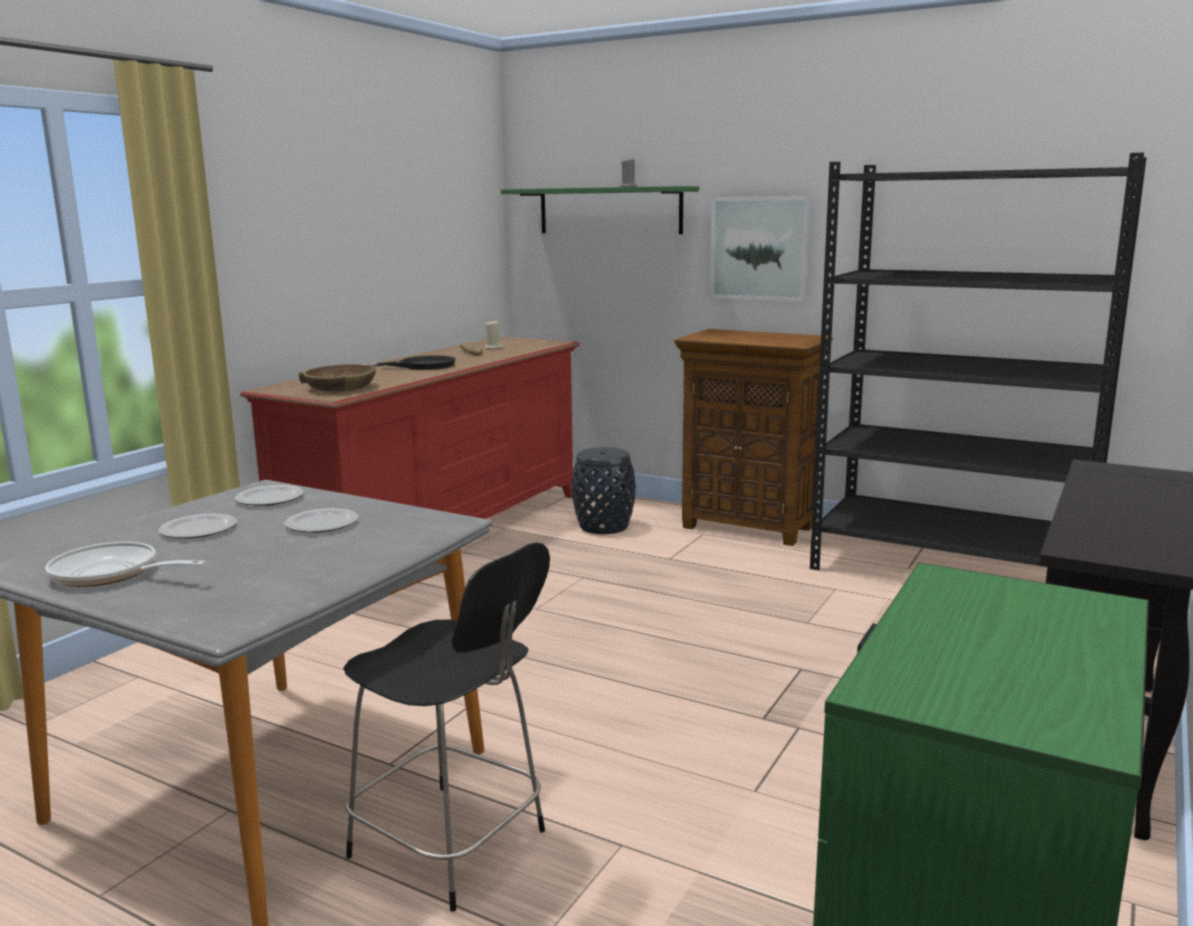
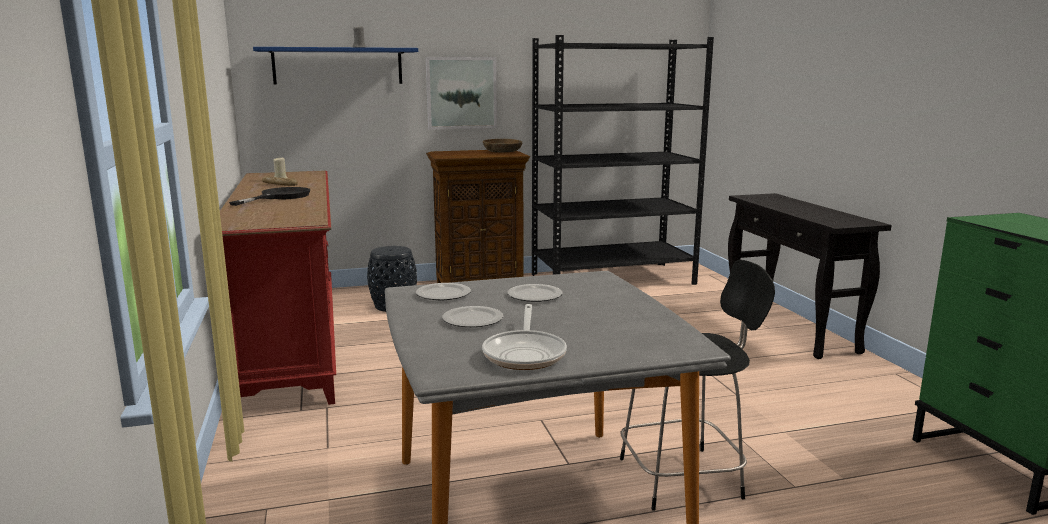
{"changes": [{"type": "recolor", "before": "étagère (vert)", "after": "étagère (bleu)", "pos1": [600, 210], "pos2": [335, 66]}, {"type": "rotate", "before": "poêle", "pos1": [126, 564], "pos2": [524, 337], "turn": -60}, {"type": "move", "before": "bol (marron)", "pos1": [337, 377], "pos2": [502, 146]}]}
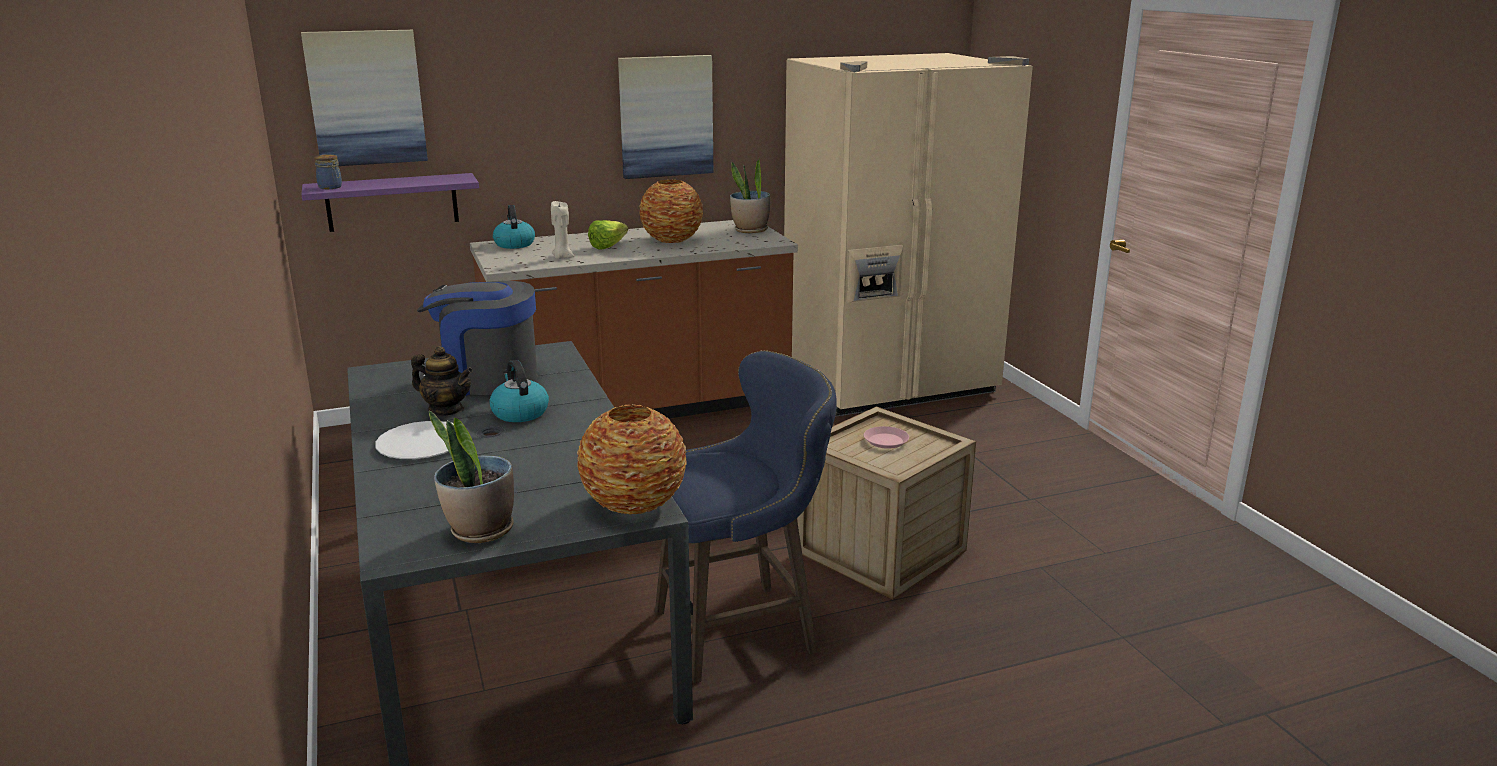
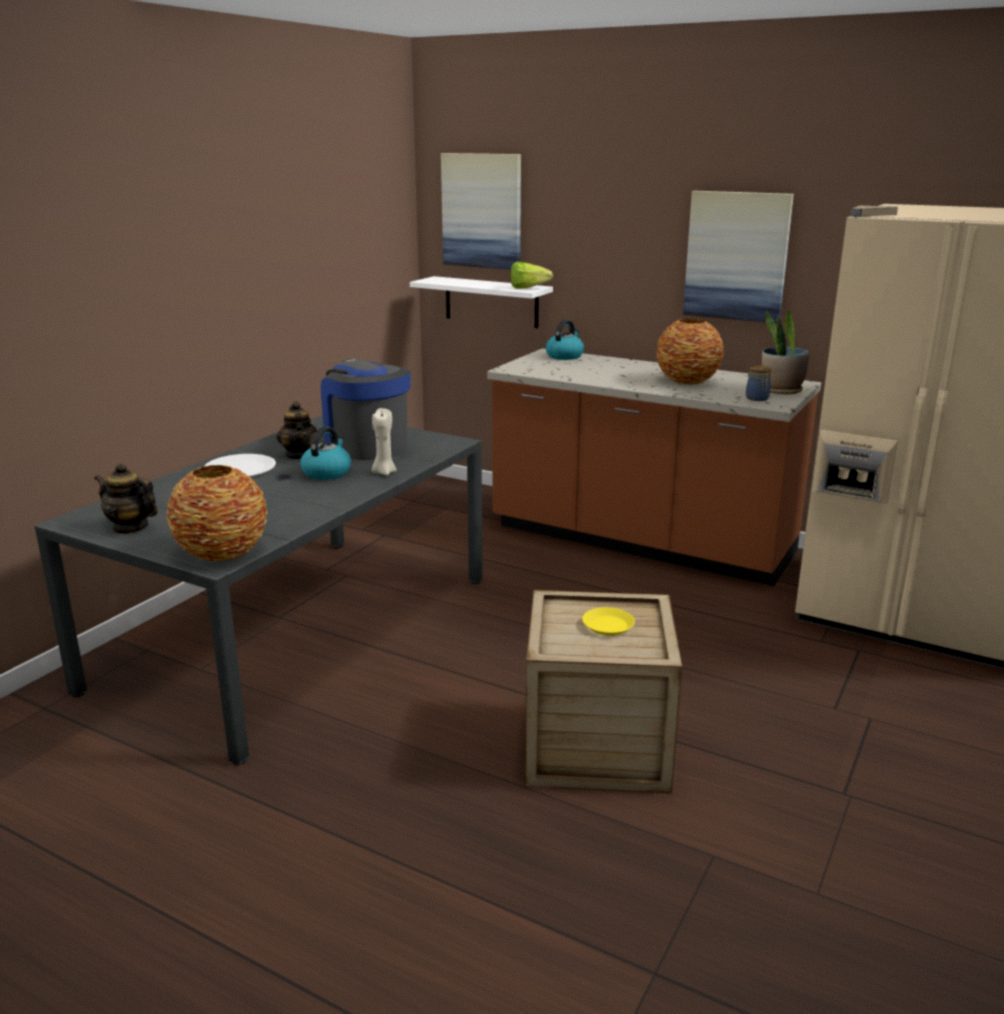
{"changes": [{"type": "replace", "before": "plante en pot", "after": "théière", "pos1": [471, 476], "pos2": [126, 499]}, {"type": "move", "before": "bougie (beige)", "pos1": [562, 230], "pos2": [384, 441]}, {"type": "recolor", "before": "étagère (violet)", "after": "étagère (blanc)", "pos1": [390, 202], "pos2": [481, 302]}, {"type": "move", "before": "laitue", "pos1": [608, 235], "pos2": [532, 275]}, {"type": "recolor", "before": "assiette (rose)", "after": "assiette (jaune)", "pos1": [886, 437], "pos2": [608, 621]}, {"type": "move", "before": "bocal", "pos1": [328, 171], "pos2": [759, 383]}, {"type": "delete", "before": "tabouret (bleu)", "pos1": [746, 516]}]}
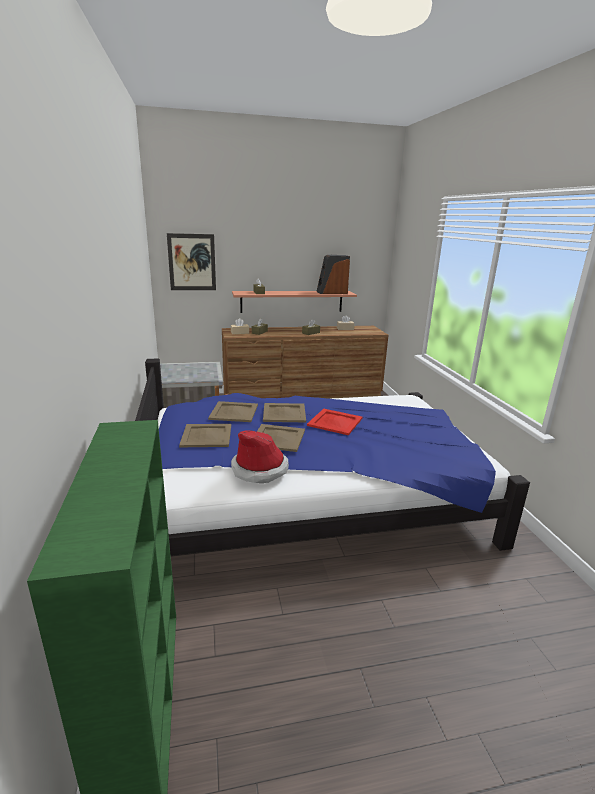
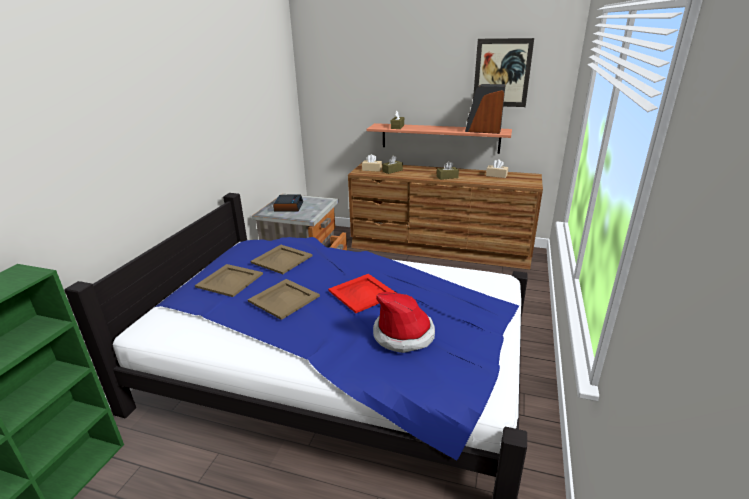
{"changes": [{"type": "insert", "after": "réveil", "pos2": [288, 203]}, {"type": "move", "before": "chapeau", "pos1": [260, 457], "pos2": [404, 322]}, {"type": "move", "before": "tableau", "pos1": [191, 261], "pos2": [503, 72]}, {"type": "delete", "before": "plateau (beige)", "pos1": [284, 412]}]}
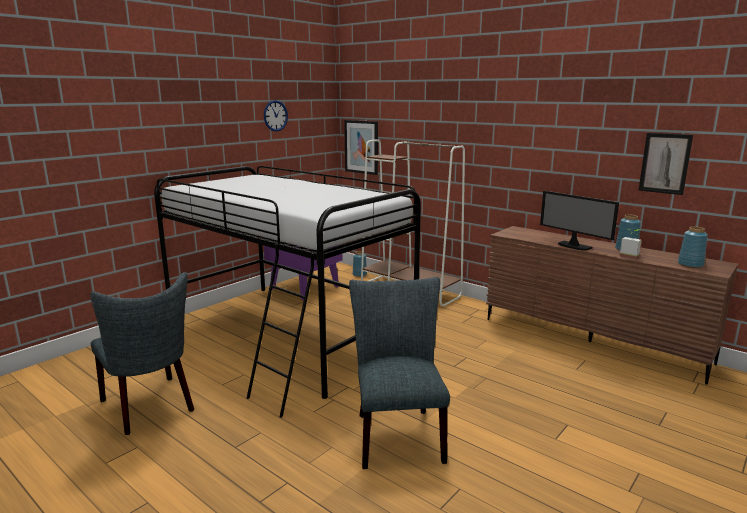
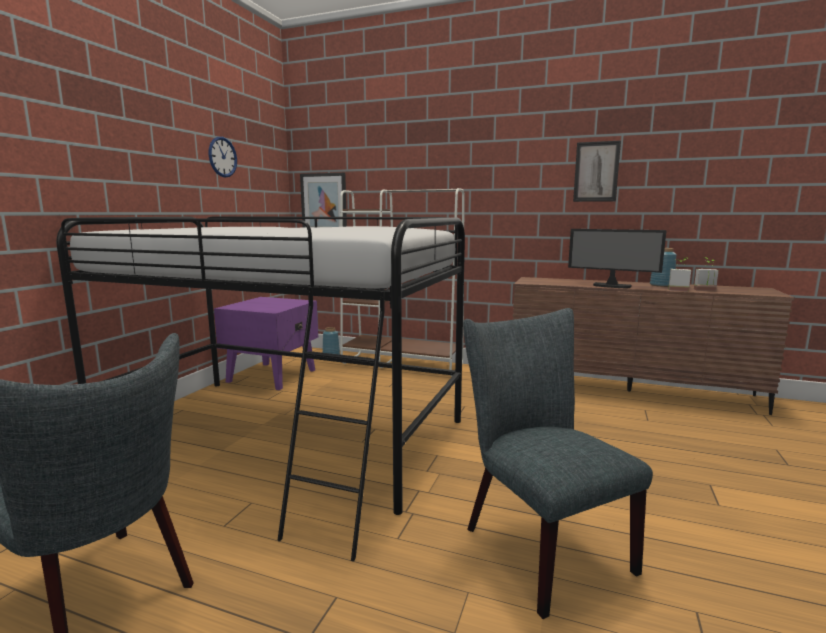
{"changes": [{"type": "move", "before": "tableau", "pos1": [666, 164], "pos2": [597, 171]}, {"type": "insert", "after": "plante en pot", "pos2": [706, 274]}, {"type": "delete", "before": "vase (bleu)", "pos1": [693, 247]}]}
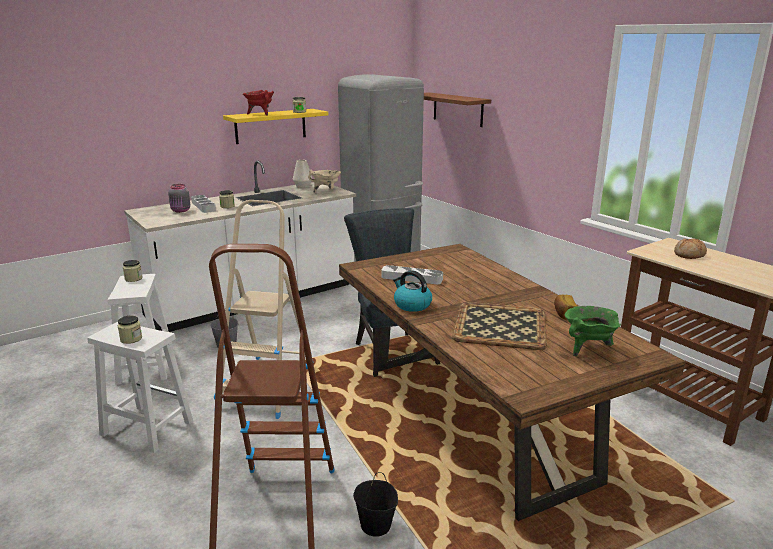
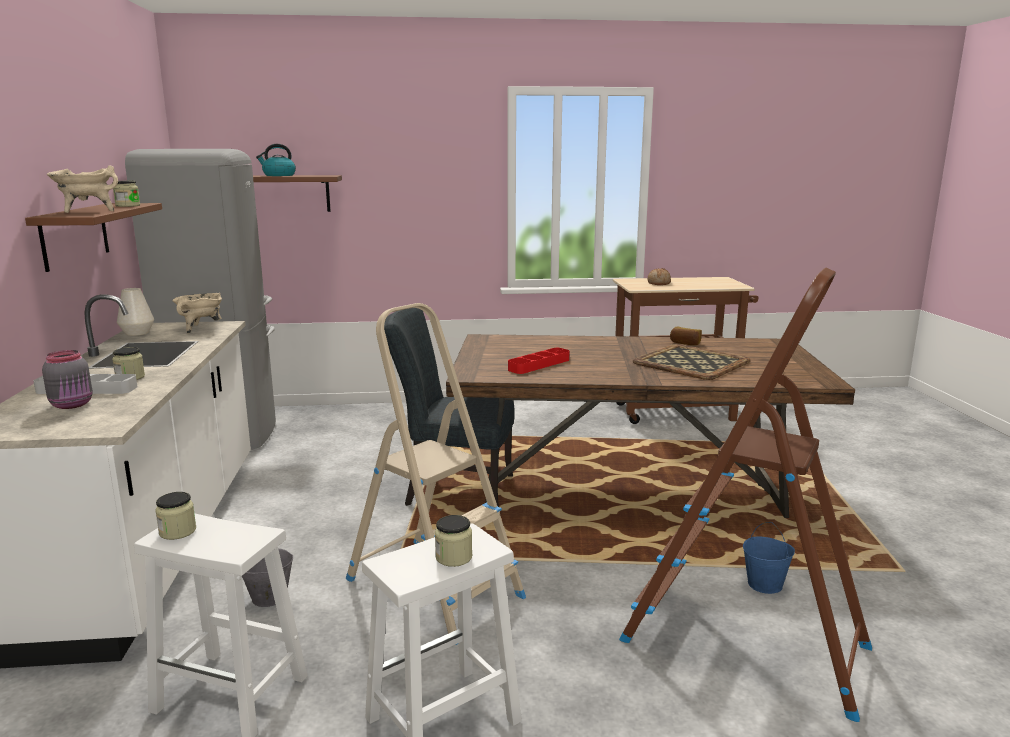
{"changes": [{"type": "recolor", "before": "étagère (jaune)", "after": "étagère (marron)", "pos1": [275, 126], "pos2": [93, 237]}, {"type": "recolor", "before": "marmite (rouge)", "after": "marmite (beige)", "pos1": [258, 103], "pos2": [82, 189]}, {"type": "move", "before": "bouilloire", "pos1": [412, 291], "pos2": [276, 160]}, {"type": "recolor", "before": "plateau (gris)", "after": "plateau (rouge)", "pos1": [412, 274], "pos2": [538, 361]}, {"type": "recolor", "before": "seau (noir)", "after": "seau (bleu)", "pos1": [375, 504], "pos2": [769, 558]}, {"type": "delete", "before": "marmite (vert)", "pos1": [593, 331]}]}
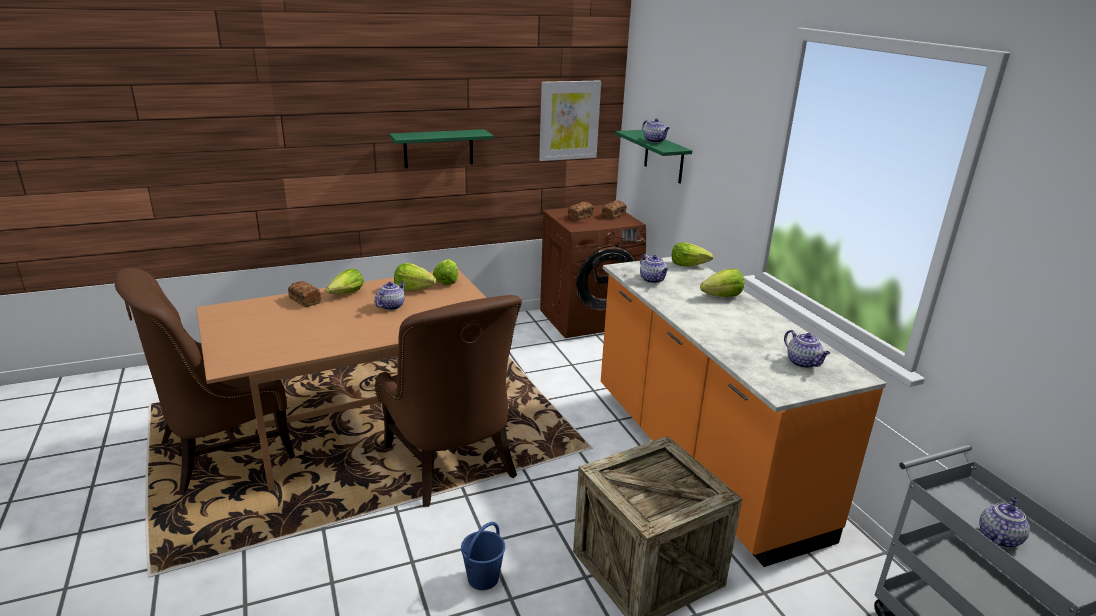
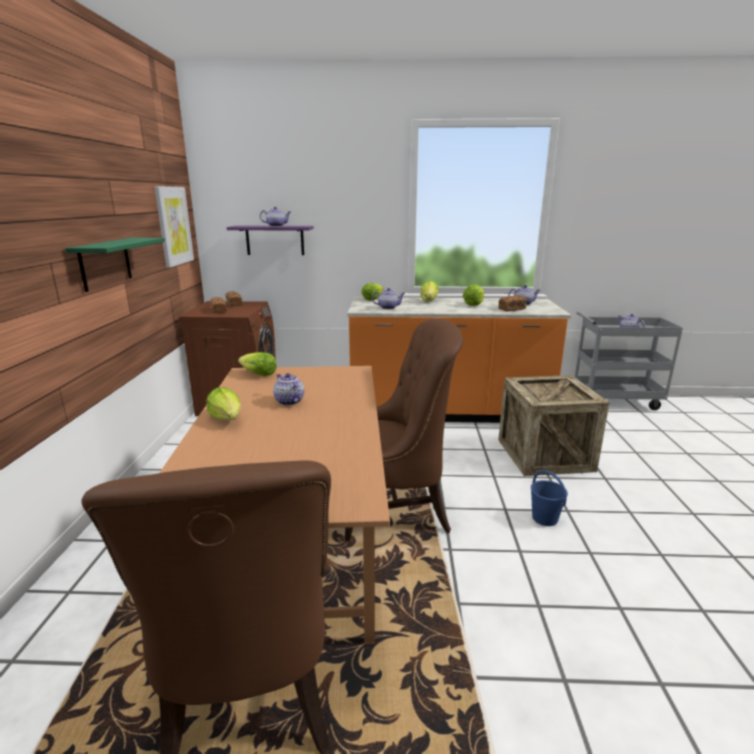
{"changes": [{"type": "recolor", "before": "étagère (vert)", "after": "étagère (violet)", "pos1": [653, 157], "pos2": [270, 240]}, {"type": "move", "before": "laitue", "pos1": [415, 277], "pos2": [473, 295]}, {"type": "move", "before": "pain", "pos1": [304, 294], "pos2": [512, 303]}]}
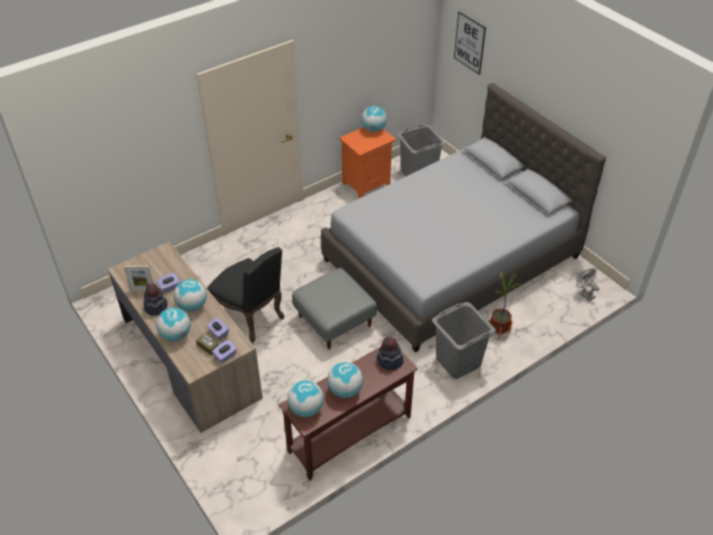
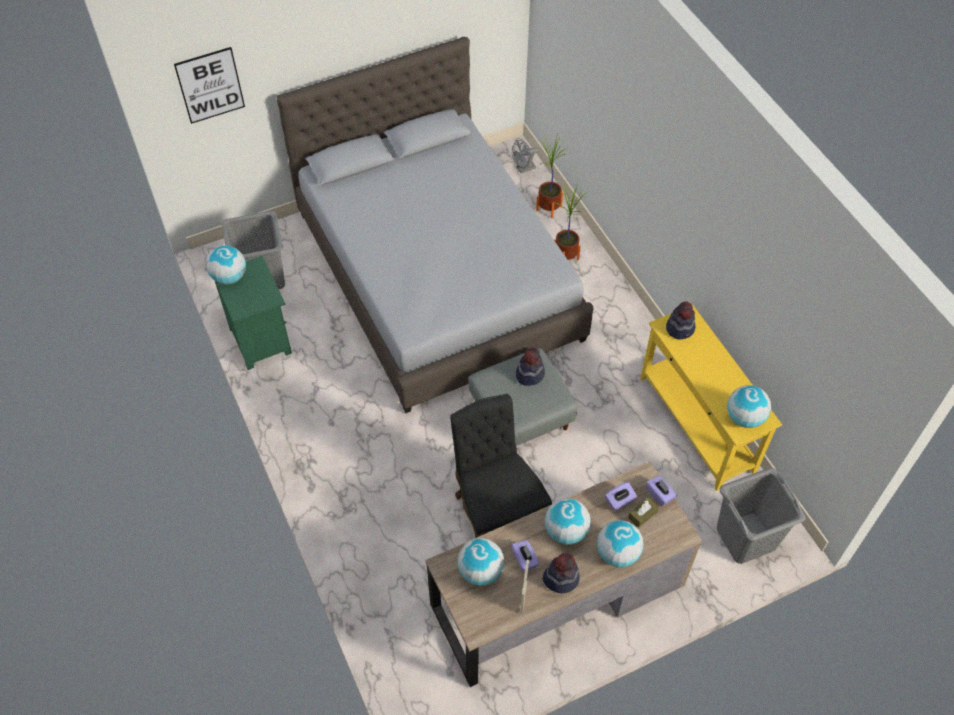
{"changes": [{"type": "recolor", "before": "table de chevet (orange)", "after": "table de chevet (vert)", "pos1": [367, 162], "pos2": [253, 313]}, {"type": "rotate", "before": "chaise (noir)", "pos1": [245, 295], "pos2": [501, 466], "turn": -75}, {"type": "move", "before": "globe", "pos1": [345, 380], "pos2": [481, 562]}, {"type": "insert", "after": "chapeau", "pos2": [530, 366]}, {"type": "insert", "after": "plante en pot", "pos2": [552, 175]}, {"type": "recolor", "before": "table console (marron)", "after": "table console (jaune)", "pos1": [348, 413], "pos2": [711, 398]}, {"type": "move", "before": "panier à linge (gris)", "pos1": [464, 340], "pos2": [761, 515]}]}
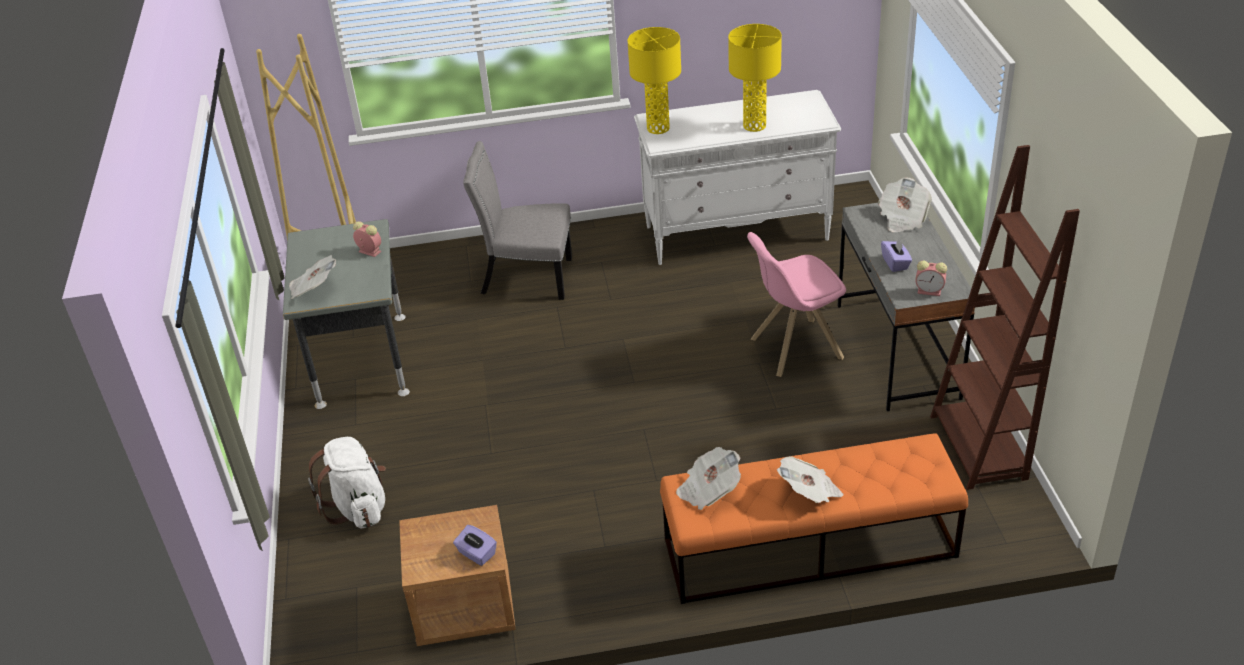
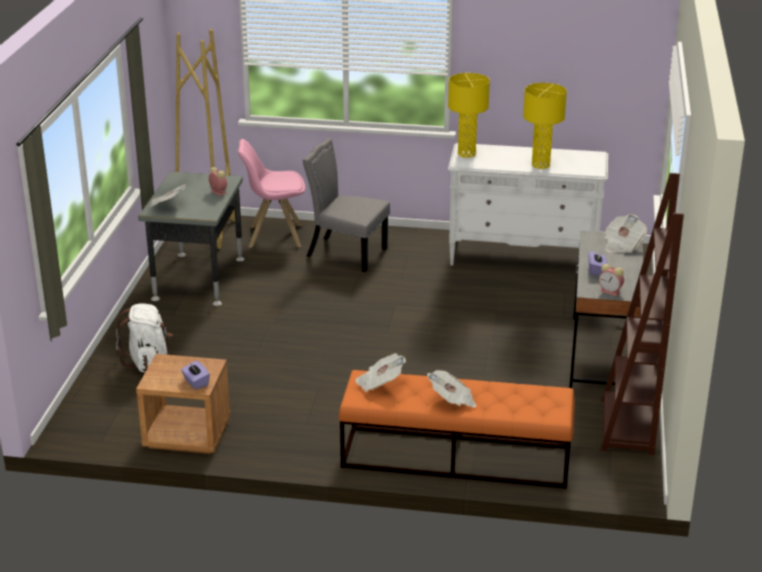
{"changes": [{"type": "move", "before": "chaise (rose)", "pos1": [796, 304], "pos2": [271, 193]}]}
